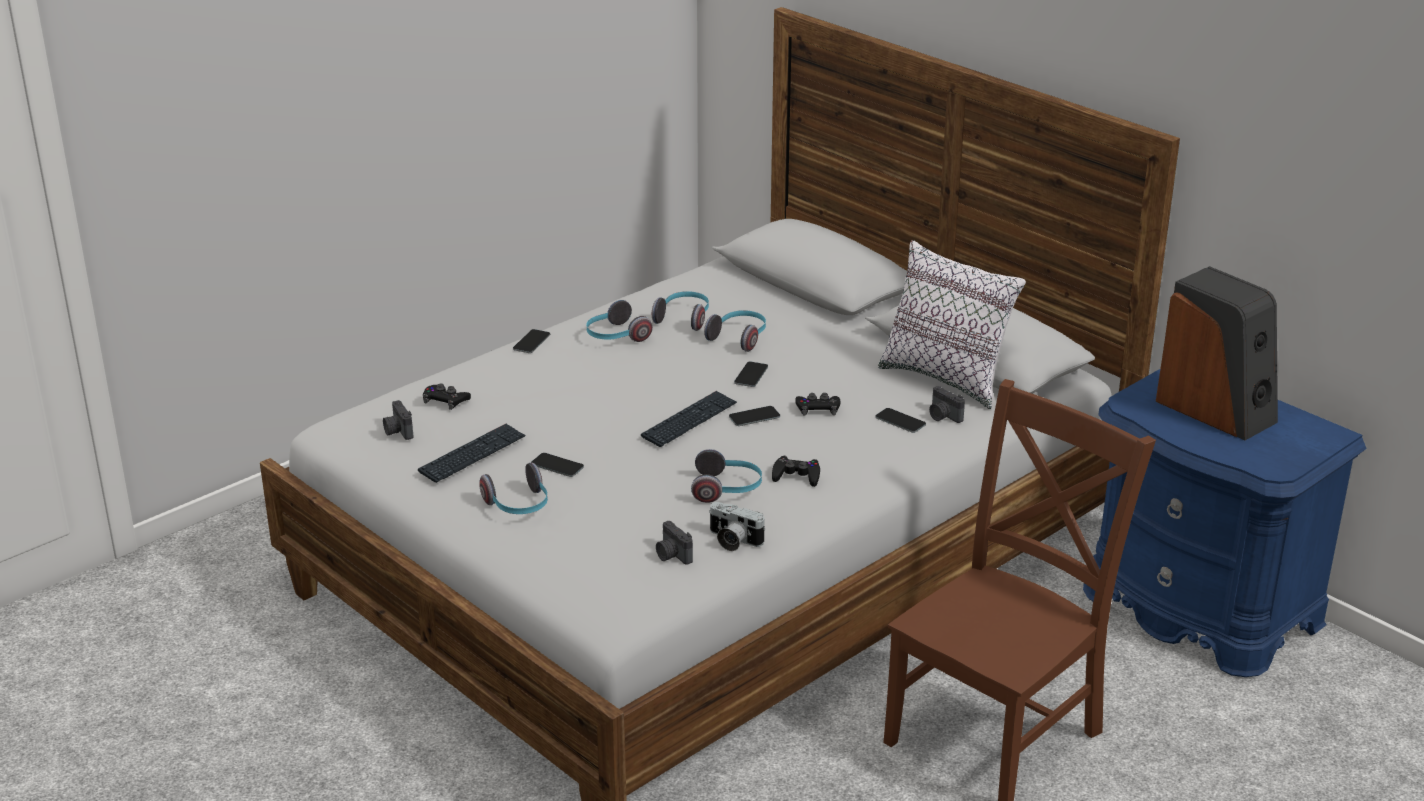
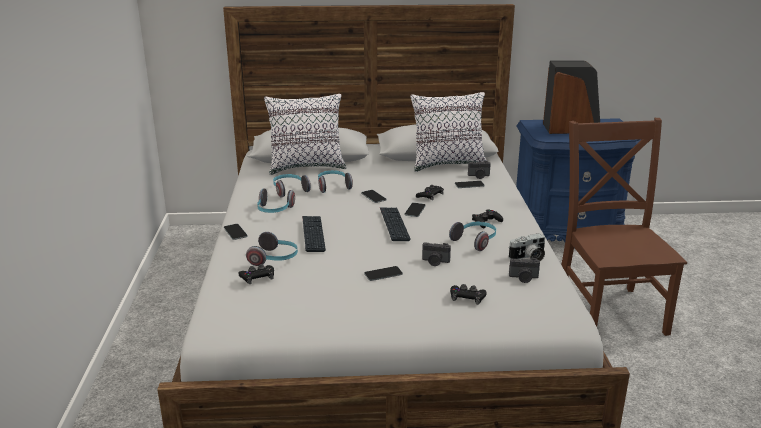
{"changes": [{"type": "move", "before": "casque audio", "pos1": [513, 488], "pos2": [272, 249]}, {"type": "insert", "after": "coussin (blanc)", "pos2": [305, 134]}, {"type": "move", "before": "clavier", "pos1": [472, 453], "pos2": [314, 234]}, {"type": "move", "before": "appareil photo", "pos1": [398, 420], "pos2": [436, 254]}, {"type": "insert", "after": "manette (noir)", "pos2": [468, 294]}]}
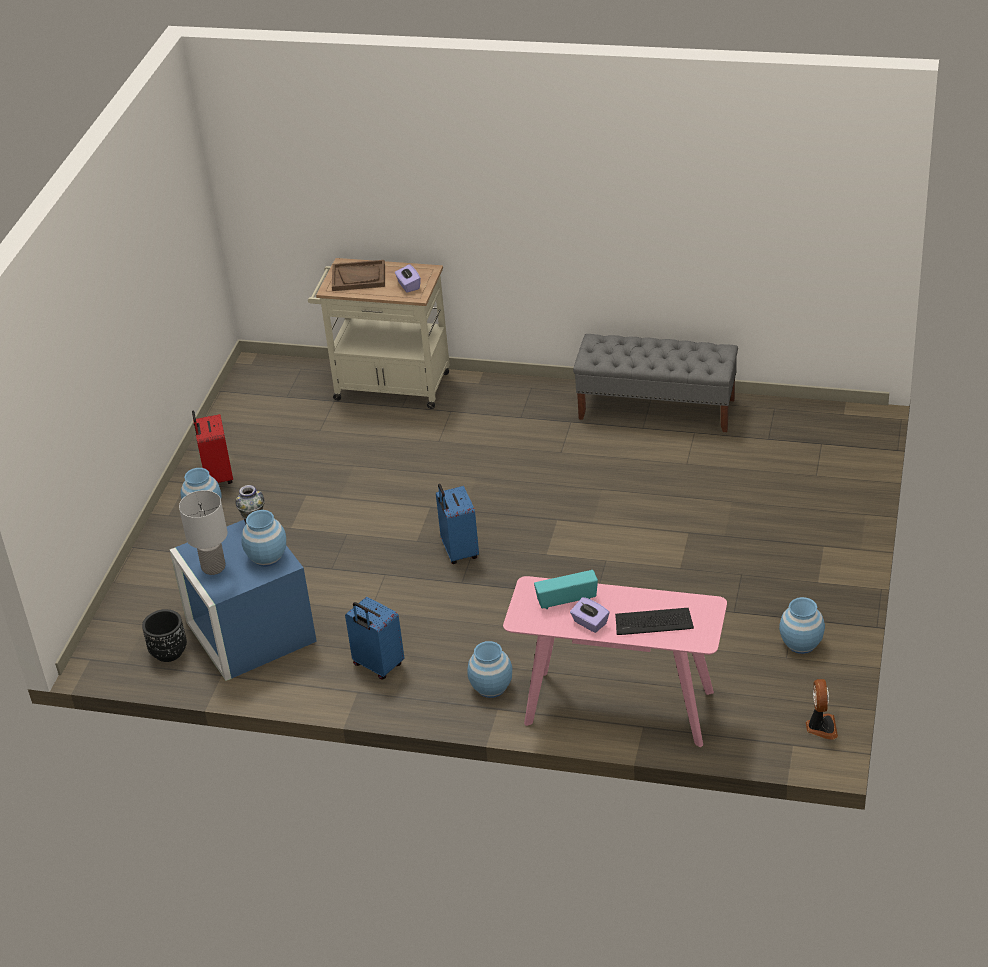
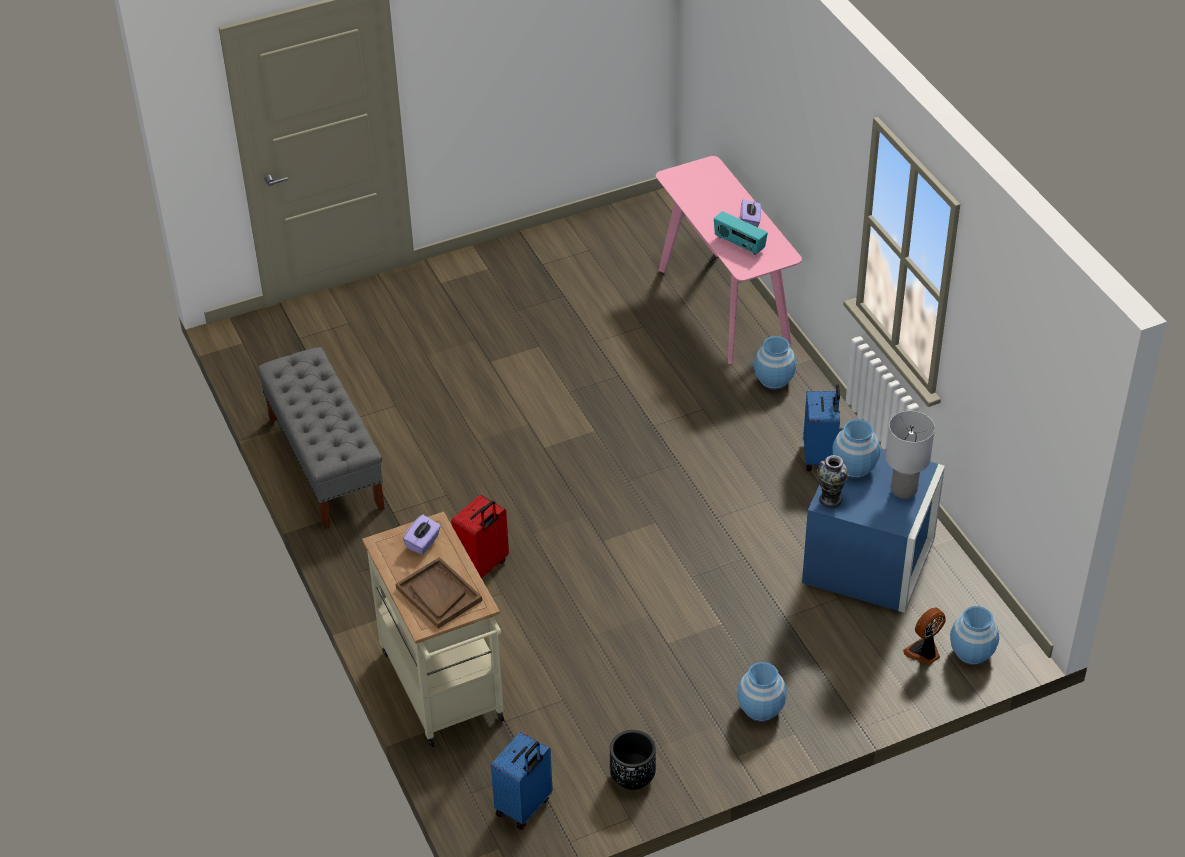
{"changes": [{"type": "move", "before": "valise (rouge)", "pos1": [212, 447], "pos2": [480, 537]}, {"type": "move", "before": "valise (bleu)", "pos1": [457, 524], "pos2": [522, 781]}, {"type": "move", "before": "cache-pot (noir)", "pos1": [164, 635], "pos2": [633, 760]}, {"type": "move", "before": "ventilateur", "pos1": [822, 709], "pos2": [924, 635]}, {"type": "move", "before": "vase (bleu)", "pos1": [802, 625], "pos2": [974, 635]}, {"type": "delete", "before": "clavier", "pos1": [654, 621]}]}
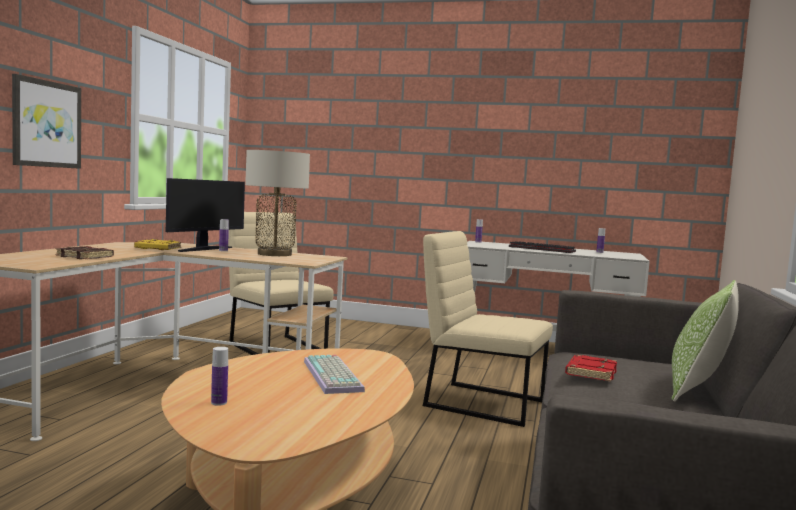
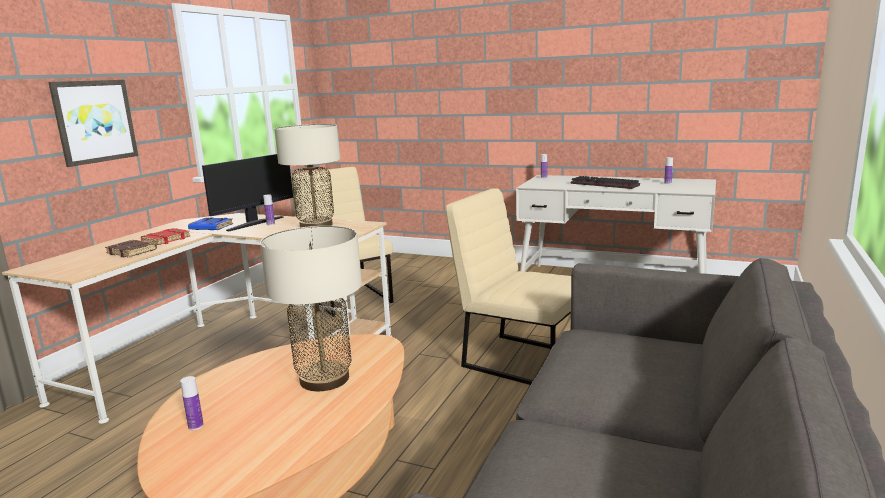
{"changes": [{"type": "move", "before": "livre (rouge)", "pos1": [591, 368], "pos2": [165, 236]}, {"type": "recolor", "before": "livre (jaune)", "after": "livre (bleu)", "pos1": [158, 244], "pos2": [210, 223]}, {"type": "replace", "before": "clavier", "after": "lampe de table", "pos1": [334, 374], "pos2": [311, 308]}, {"type": "delete", "before": "coussin", "pos1": [705, 341]}]}
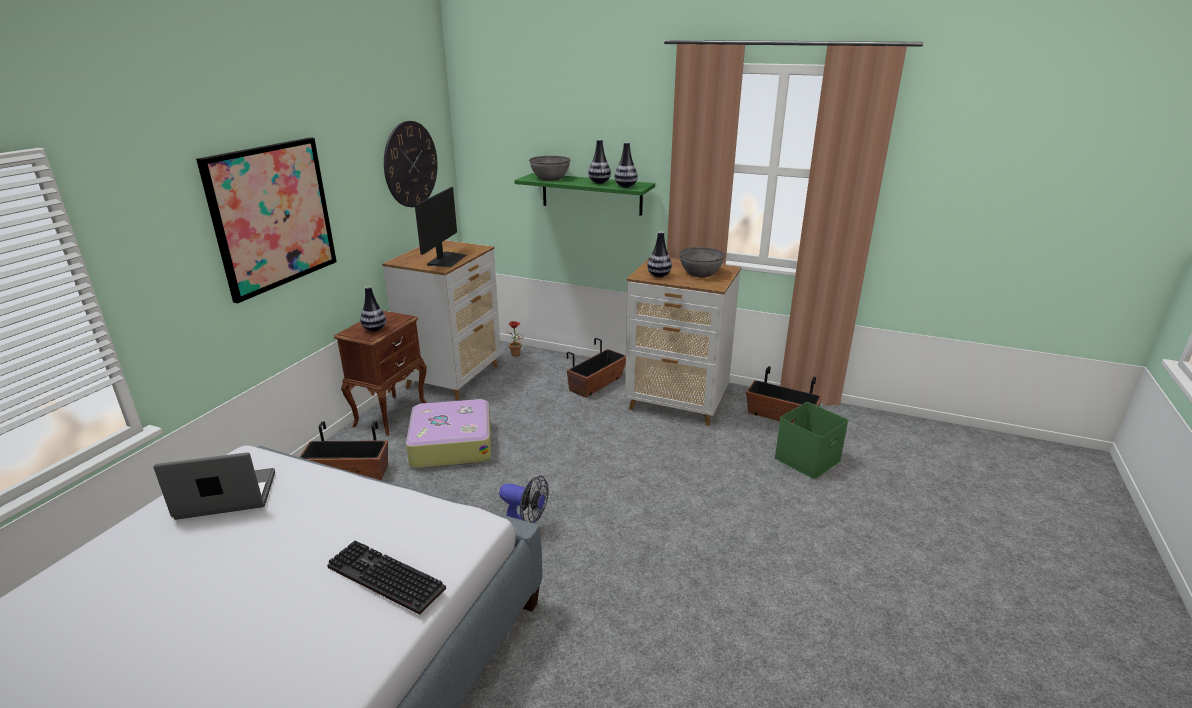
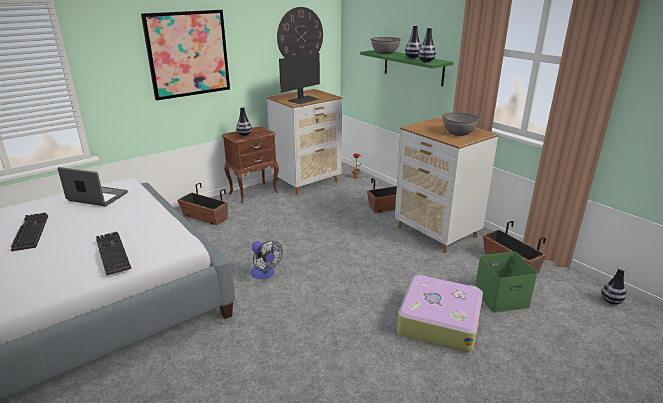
{"changes": [{"type": "insert", "after": "clavier", "pos2": [29, 232]}, {"type": "move", "before": "valise", "pos1": [448, 433], "pos2": [440, 314]}, {"type": "move", "before": "vase", "pos1": [659, 254], "pos2": [613, 286]}]}
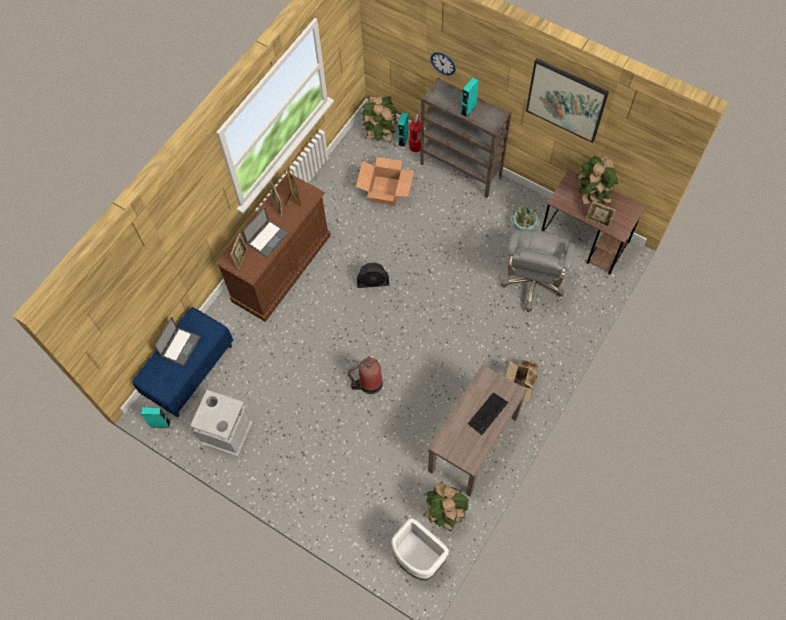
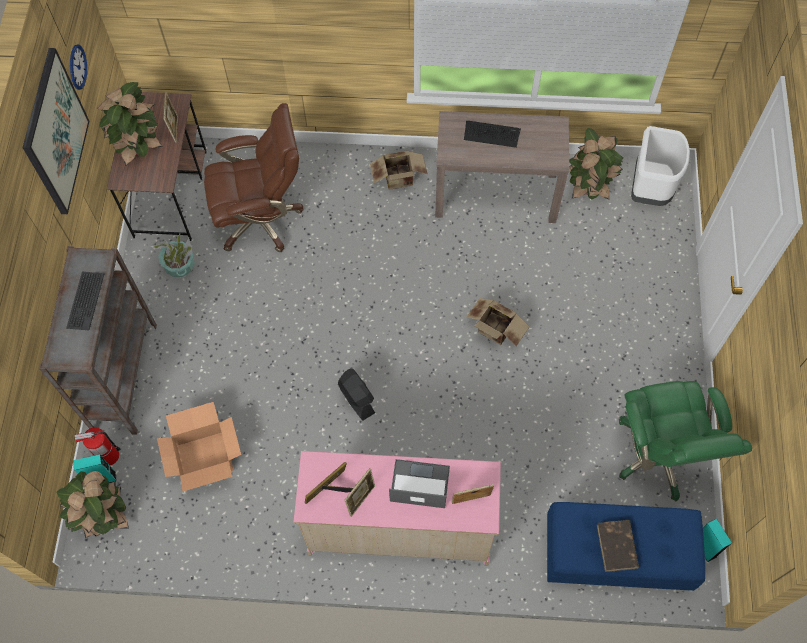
{"changes": [{"type": "replace", "before": "enceinte (turquoise)", "after": "clavier", "pos1": [470, 97], "pos2": [85, 301]}, {"type": "move", "before": "horloge murale", "pos1": [443, 64], "pos2": [78, 67]}, {"type": "recolor", "before": "chaise de bureau (gris)", "after": "chaise de bureau (marron)", "pos1": [538, 270], "pos2": [254, 177]}, {"type": "recolor", "before": "meuble de rangement (marron)", "after": "meuble de rangement (rose)", "pos1": [273, 248], "pos2": [397, 508]}, {"type": "replace", "before": "extincteur", "after": "carton", "pos1": [365, 376], "pos2": [498, 322]}, {"type": "replace", "before": "ordinateur portable", "after": "livre (marron)", "pos1": [177, 341], "pos2": [618, 546]}, {"type": "replace", "before": "poubelle (gris)", "after": "chaise de bureau (vert)", "pos1": [221, 423], "pos2": [685, 441]}]}
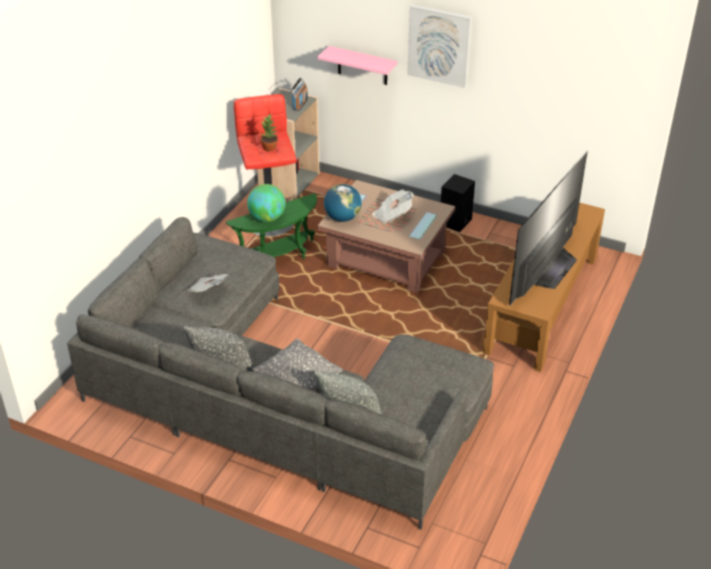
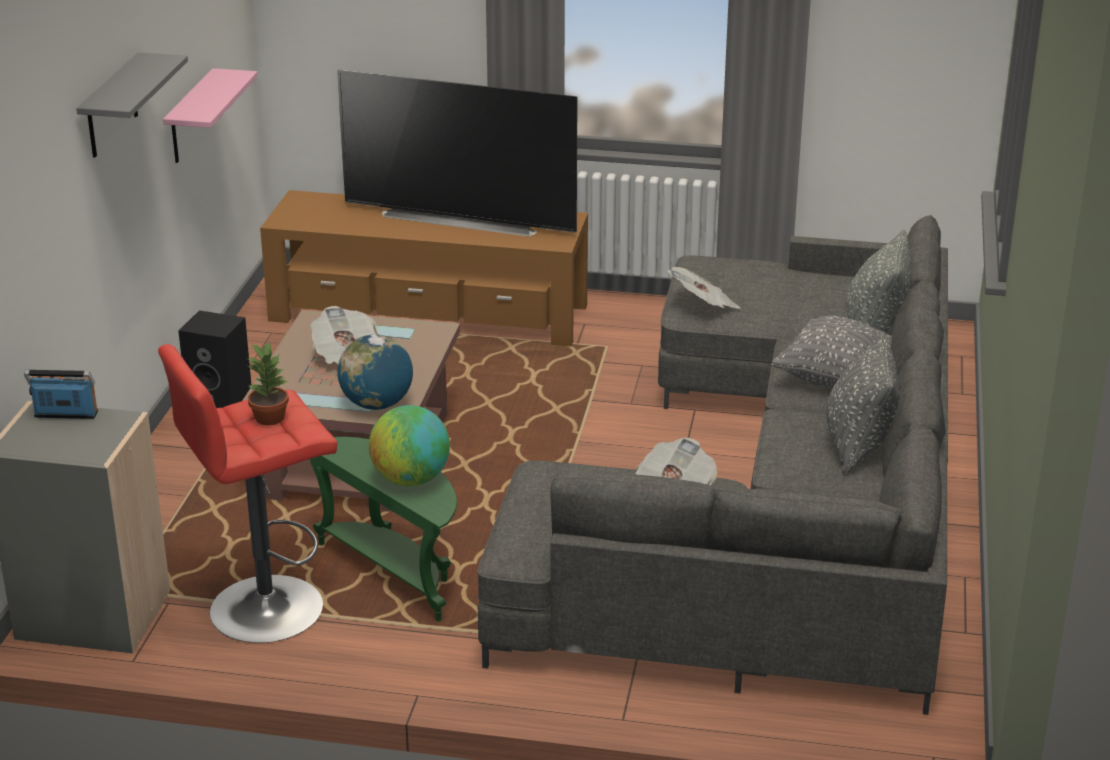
{"changes": [{"type": "replace", "before": "tableau", "after": "étagère (gris)", "pos1": [439, 46], "pos2": [132, 105]}, {"type": "move", "before": "étagère (rose)", "pos1": [357, 65], "pos2": [210, 115]}, {"type": "insert", "after": "journal", "pos2": [704, 288]}]}
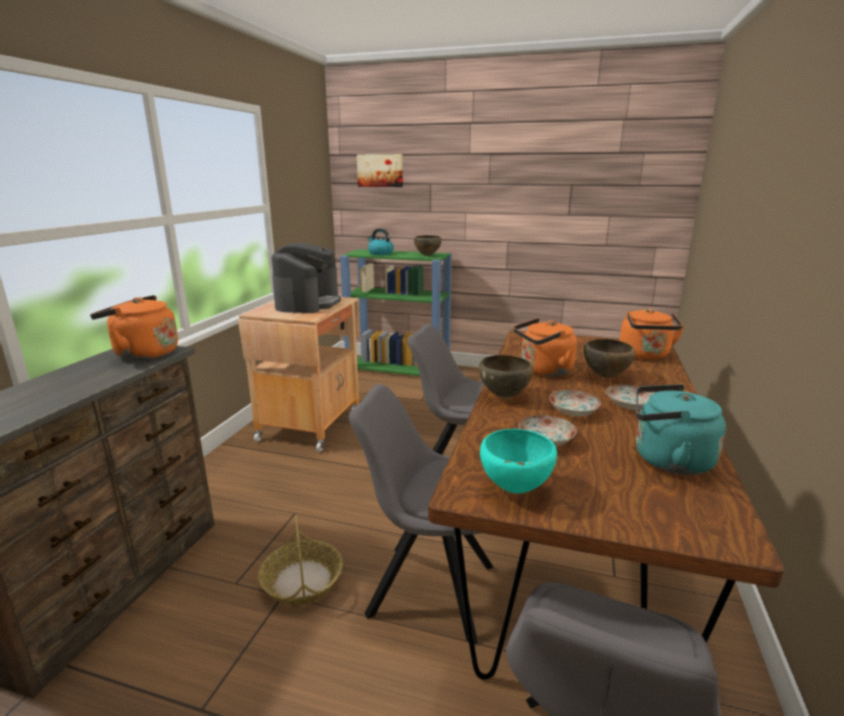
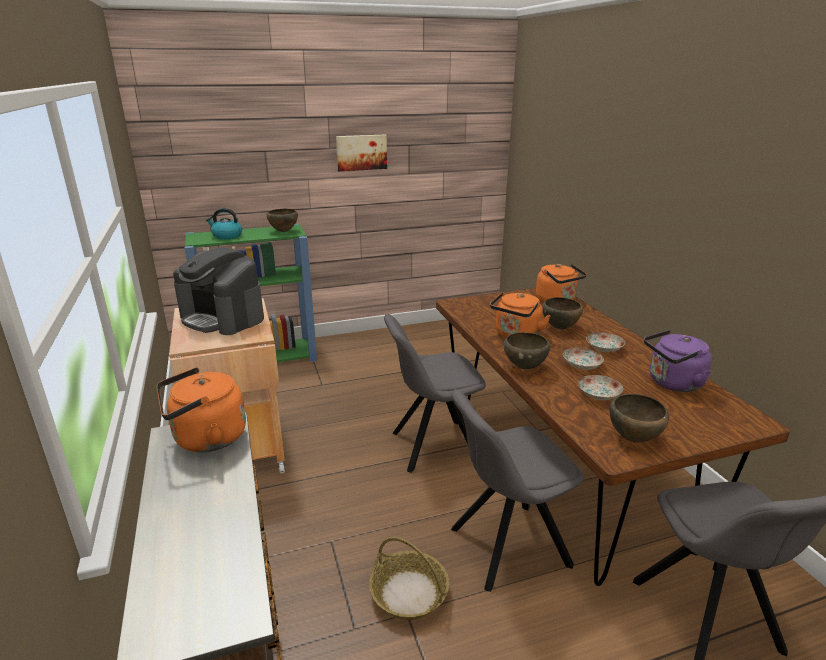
{"changes": [{"type": "rotate", "before": "machine à café", "pos1": [306, 278], "pos2": [218, 291], "turn": 150}, {"type": "move", "before": "tableau", "pos1": [380, 170], "pos2": [361, 153]}, {"type": "recolor", "before": "bol (turquoise)", "after": "bol (marron)", "pos1": [518, 461], "pos2": [639, 418]}, {"type": "recolor", "before": "bouilloire (turquoise)", "after": "bouilloire (violet)", "pos1": [681, 429], "pos2": [678, 361]}]}
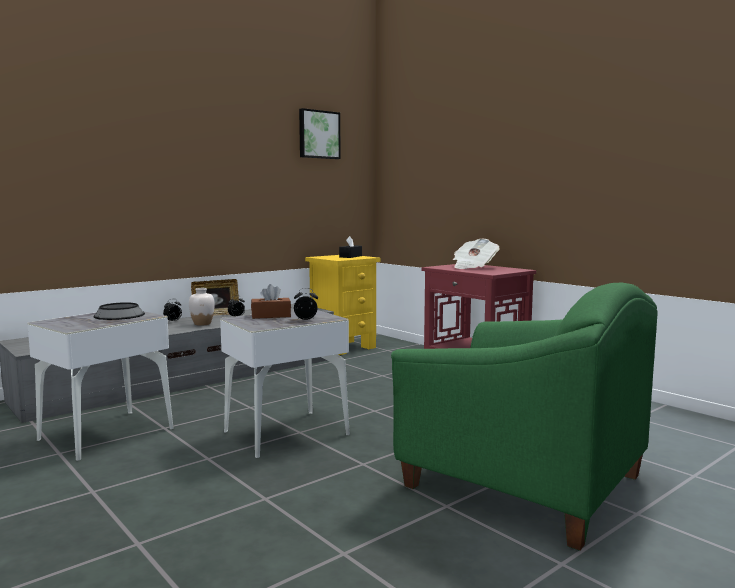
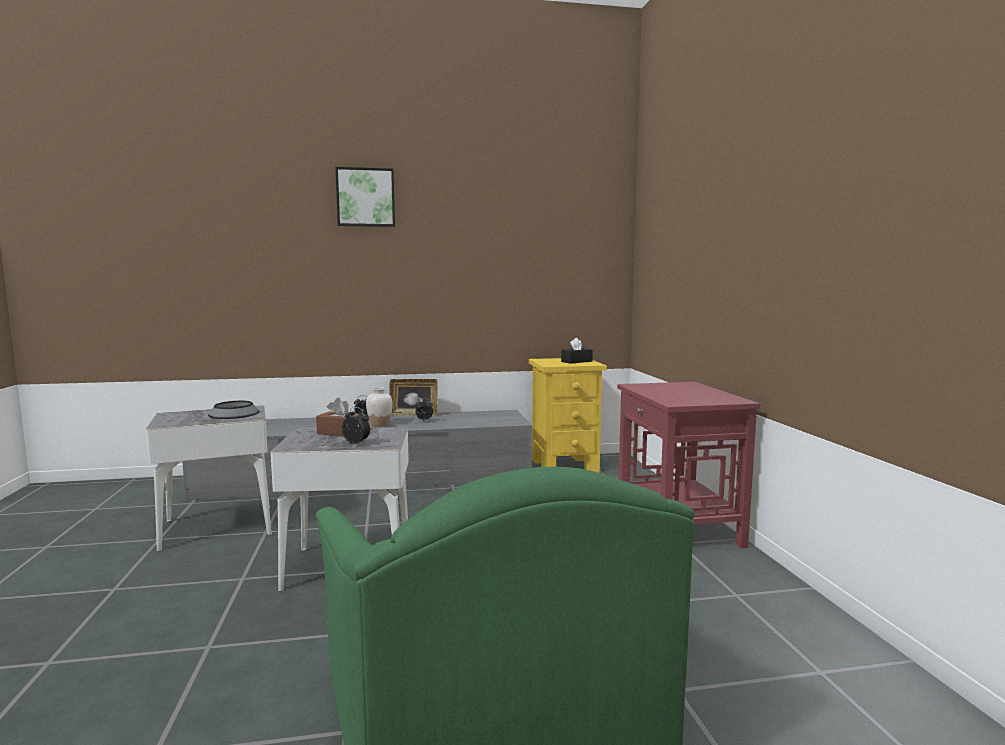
{"changes": [{"type": "move", "before": "tableau", "pos1": [320, 133], "pos2": [365, 197]}, {"type": "delete", "before": "journal", "pos1": [476, 254]}]}
